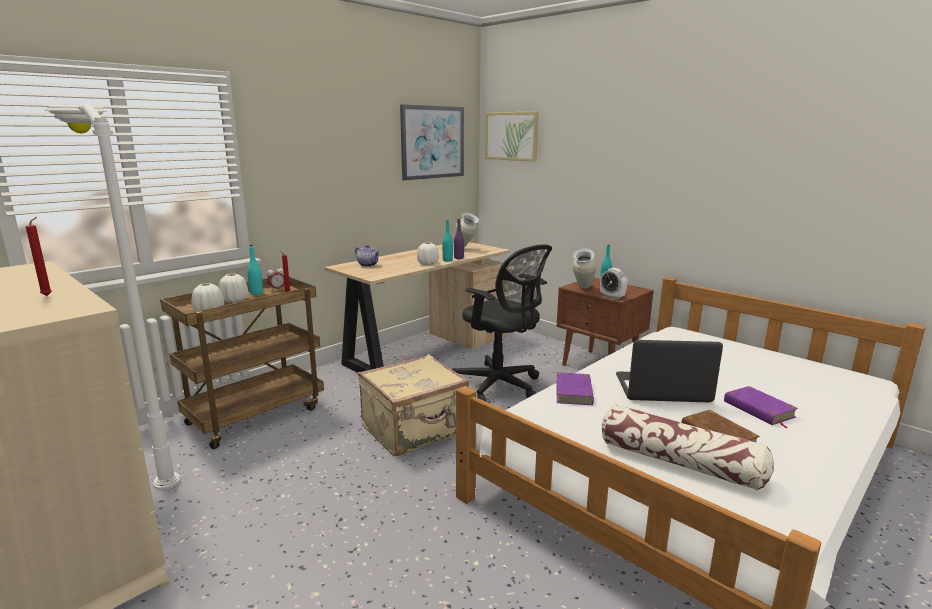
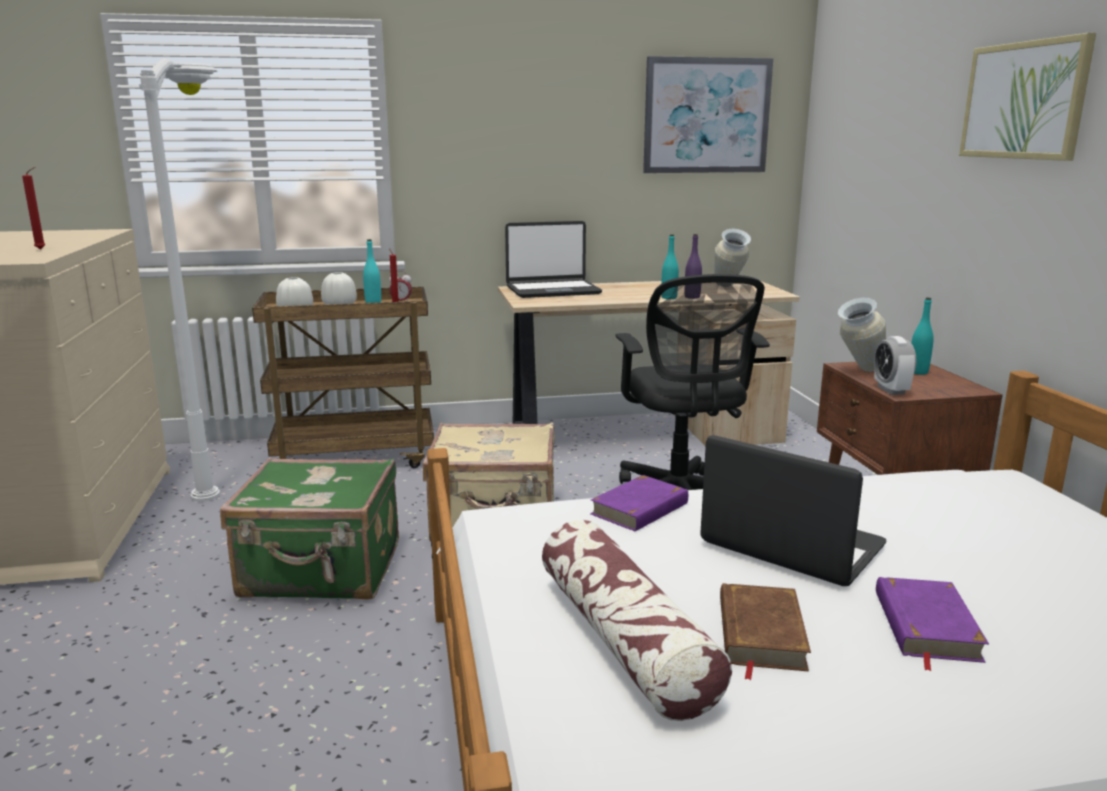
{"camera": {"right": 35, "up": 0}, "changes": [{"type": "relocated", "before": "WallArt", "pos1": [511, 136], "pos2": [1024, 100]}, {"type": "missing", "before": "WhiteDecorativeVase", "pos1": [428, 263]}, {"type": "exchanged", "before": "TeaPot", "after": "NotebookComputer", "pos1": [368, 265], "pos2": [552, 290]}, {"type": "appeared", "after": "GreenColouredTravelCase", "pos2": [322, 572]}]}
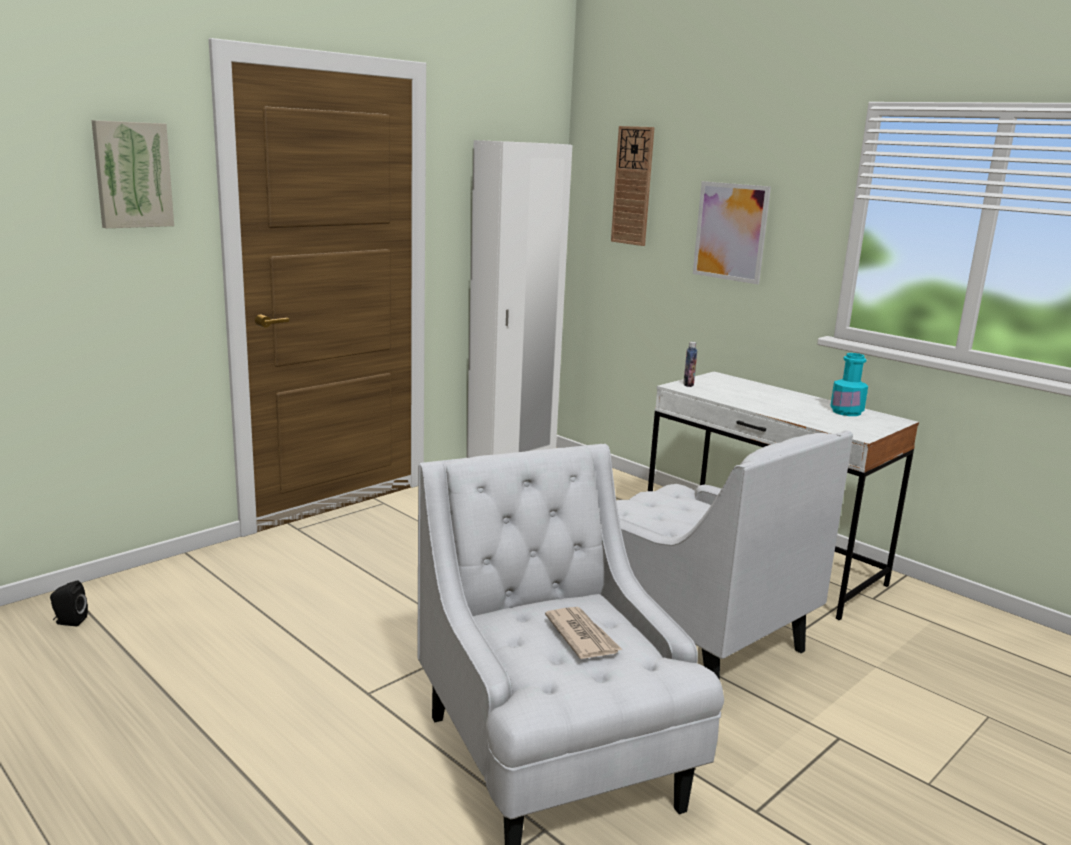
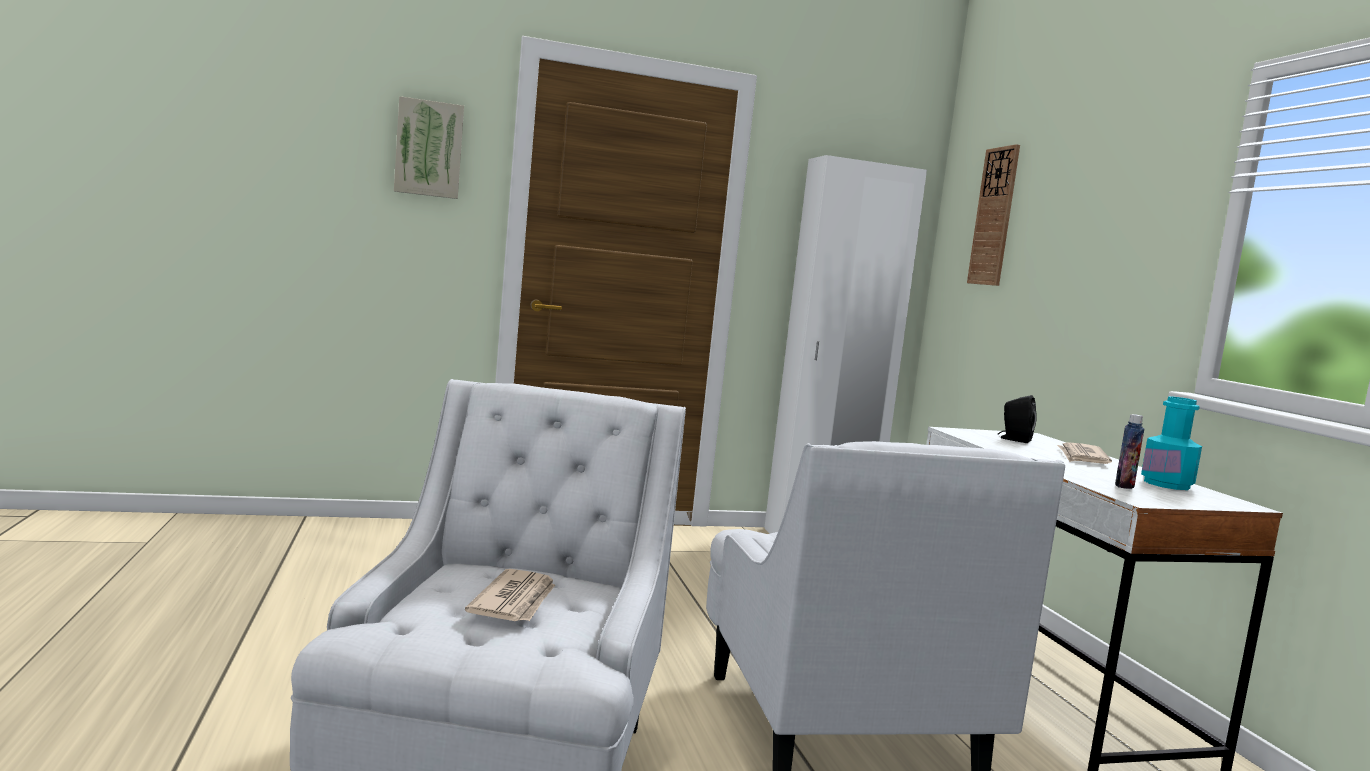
{"camera": {"right": 30, "up": -10}, "changes": [{"type": "missing", "before": "WallArt", "pos1": [730, 232]}, {"type": "relocated", "before": "BeverageBottle", "pos1": [688, 384], "pos2": [1124, 486]}, {"type": "relocated", "before": "BlackColouredLoudspeaker", "pos1": [69, 621], "pos2": [1014, 439]}, {"type": "appeared", "after": "PrintedPaper", "pos2": [1082, 457]}]}
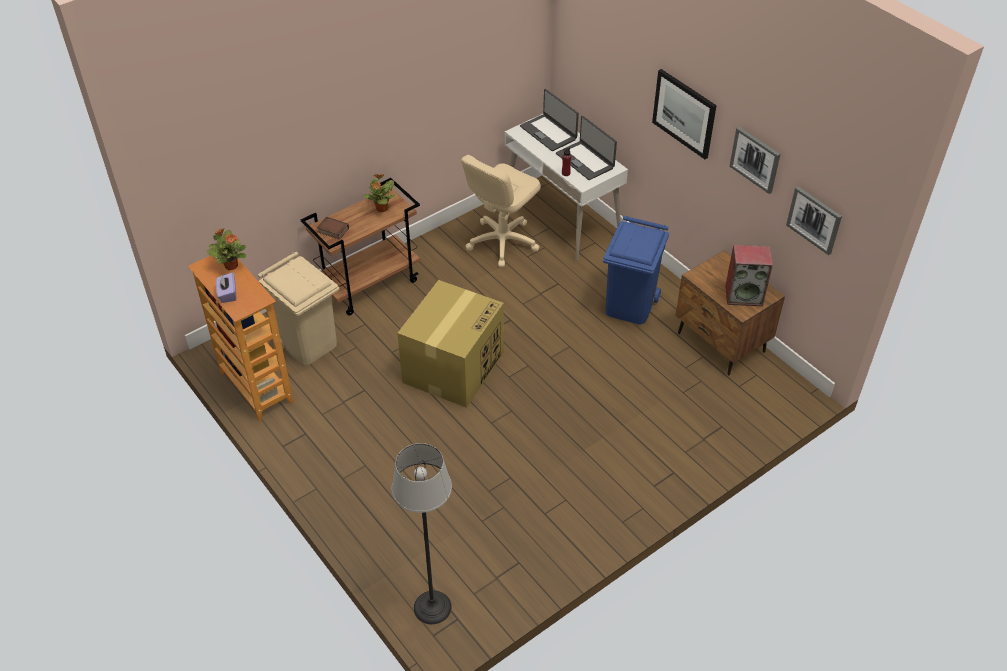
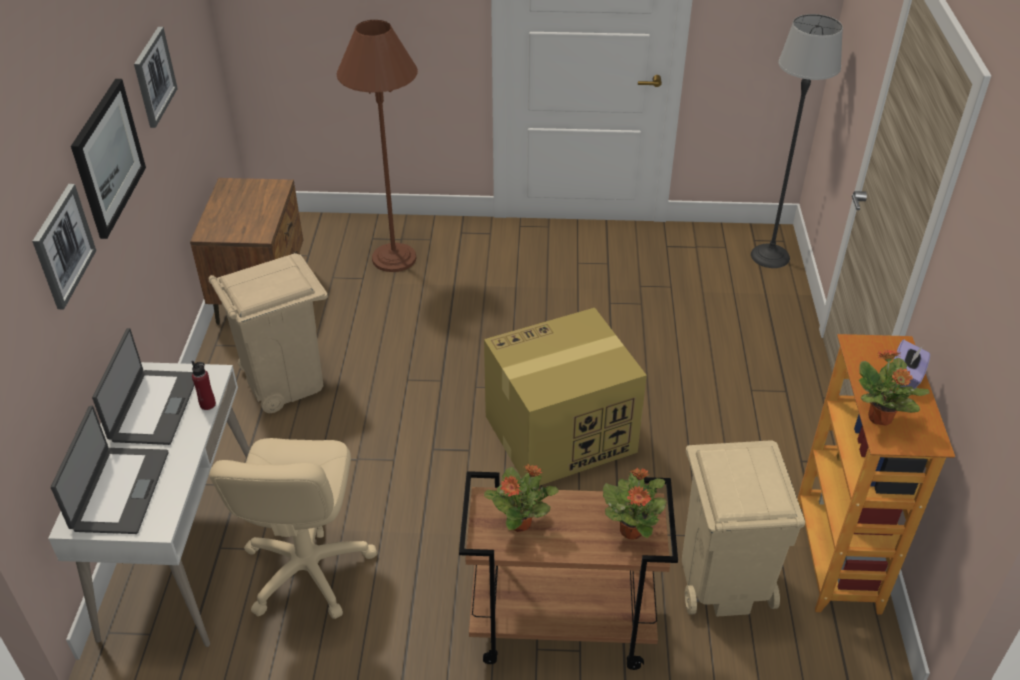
{"camera": {"right": -140, "up": -5}, "changes": [{"type": "spun", "before": "SandColouredDeskChair", "pos1": [502, 242], "pos2": [307, 569], "turn": 105}, {"type": "relocated", "before": "WallArt", "pos1": [814, 219], "pos2": [62, 246]}, {"type": "colour", "before": "BlueColouredWasteBin", "after": "SandColouredWasteBin", "pos1": [630, 306], "pos2": [284, 381]}, {"type": "exchanged", "before": "Volume", "after": "PottedPlant", "pos1": [332, 230], "pos2": [631, 530]}, {"type": "missing", "before": "Loudspeaker", "pos1": [744, 295]}, {"type": "appeared", "after": "BrownishStandingLamp", "pos2": [394, 258]}]}
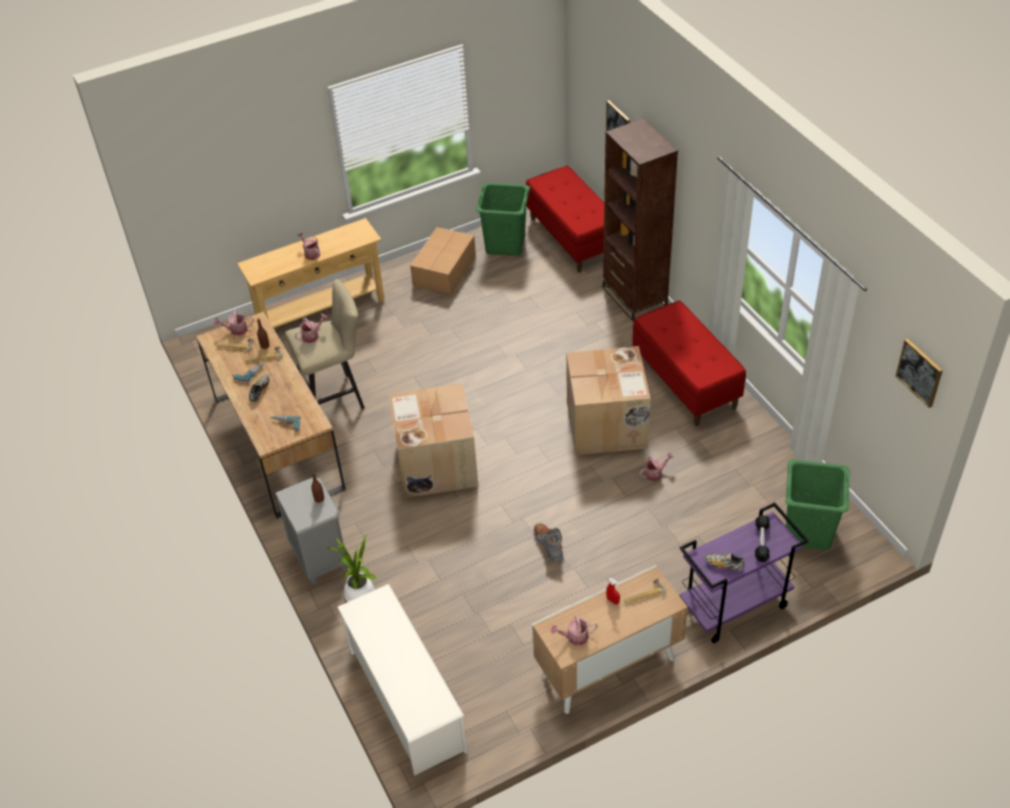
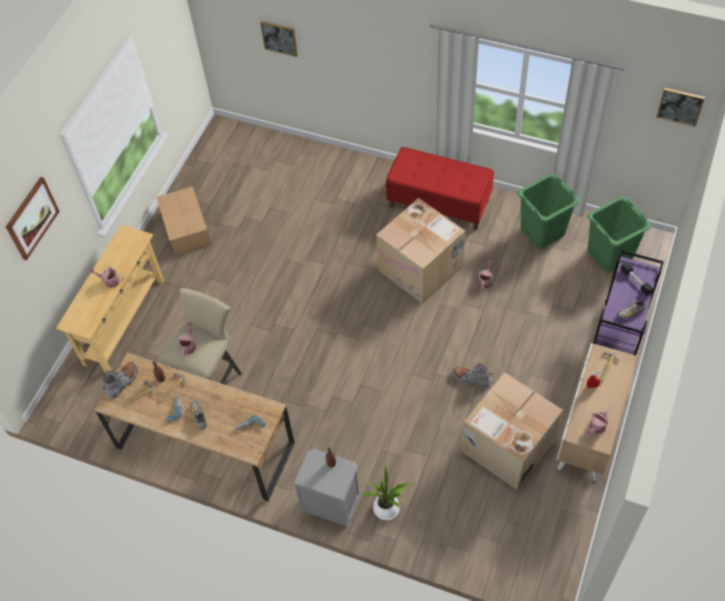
{"camera": {"right": -40, "up": 10}, "changes": [{"type": "missing", "before": "BrownishShelvingUnit", "pos1": [634, 297]}, {"type": "missing", "before": "RedColouredIndoorBench", "pos1": [573, 238]}, {"type": "relocated", "before": "GreenColouredWashingBasket", "pos1": [505, 244], "pos2": [542, 231]}, {"type": "exchanged", "before": "WateringCan", "after": "GreyishTallBoot", "pos1": [236, 330], "pos2": [123, 382]}, {"type": "relocated", "before": "PackingBox", "pos1": [435, 464], "pos2": [506, 446]}, {"type": "missing", "before": "WhiteShoeRack", "pos1": [405, 700]}, {"type": "appeared", "after": "WallArt", "pos2": [31, 218]}]}
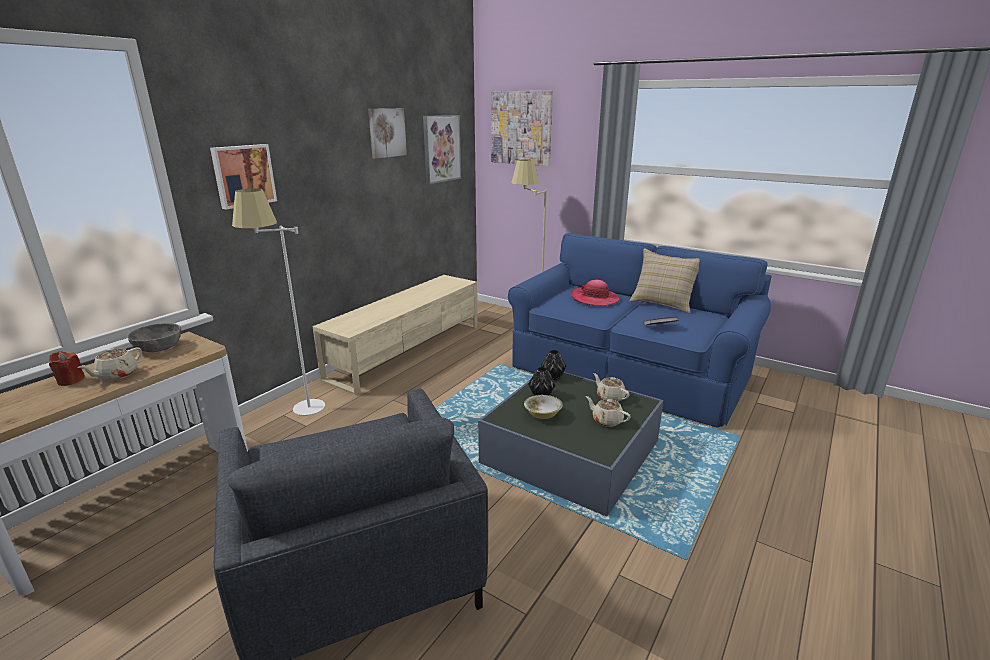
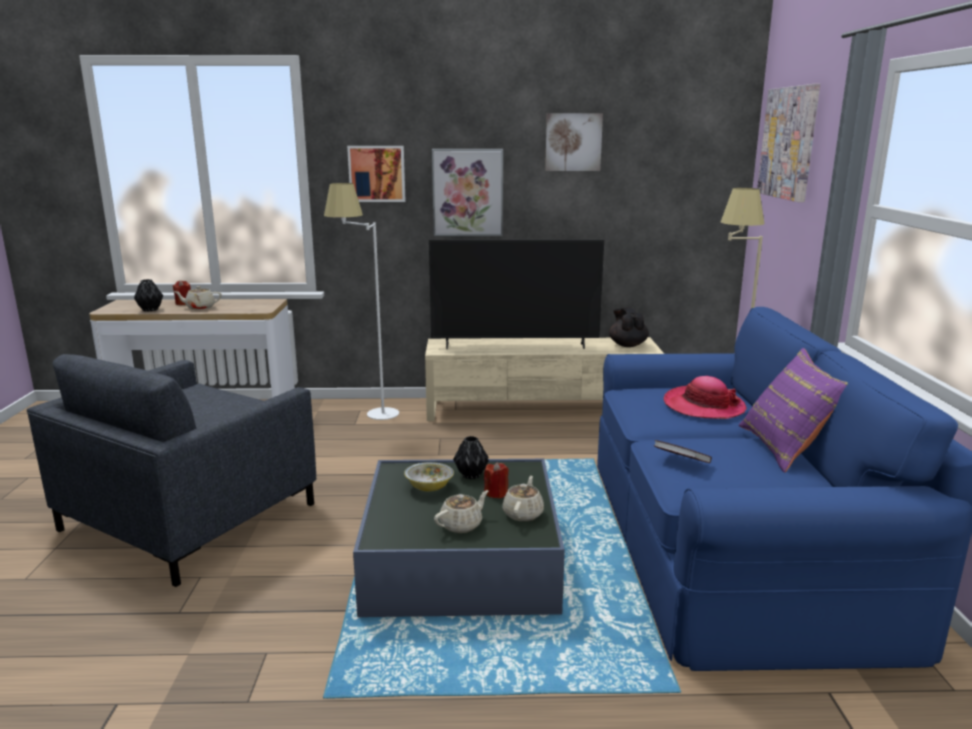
{"camera": {"right": 55, "up": -5}, "changes": [{"type": "relocated", "before": "WallArt", "pos1": [441, 149], "pos2": [467, 192]}, {"type": "colour", "before": "SandColouredPillow", "after": "PurplishPillow", "pos1": [663, 303], "pos2": [788, 448]}, {"type": "missing", "before": "GreyishDeepDish", "pos1": [158, 348]}, {"type": "relocated", "before": "BlackColouredDecorativeVase", "pos1": [552, 377], "pos2": [150, 310]}, {"type": "spun", "before": "SandColouredTeaPot", "pos1": [606, 420], "pos2": [461, 525], "turn": 45}, {"type": "appeared", "after": "Television", "pos2": [515, 346]}, {"type": "appeared", "after": "BlackColouredTeaPot", "pos2": [627, 345]}, {"type": "appeared", "after": "RedColouredWaxCandle", "pos2": [496, 493]}]}
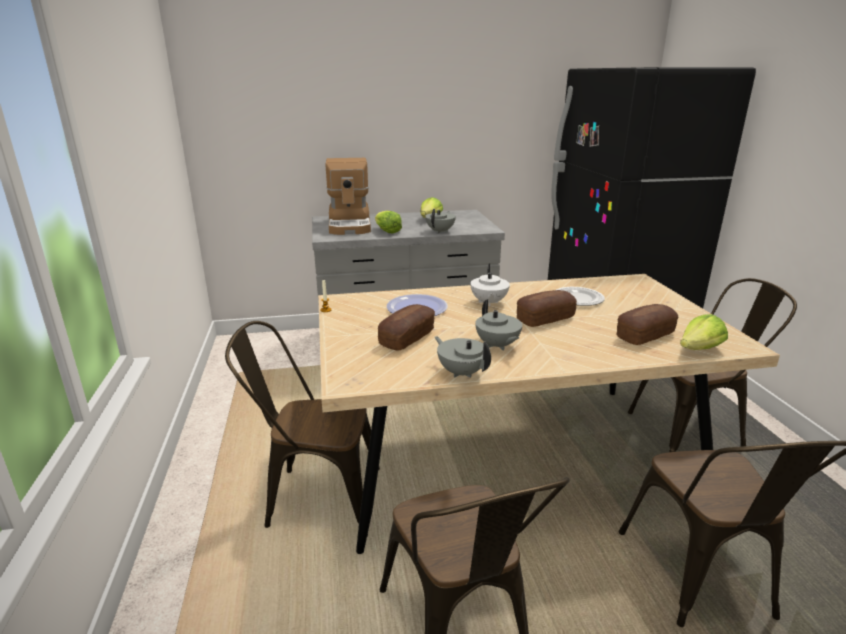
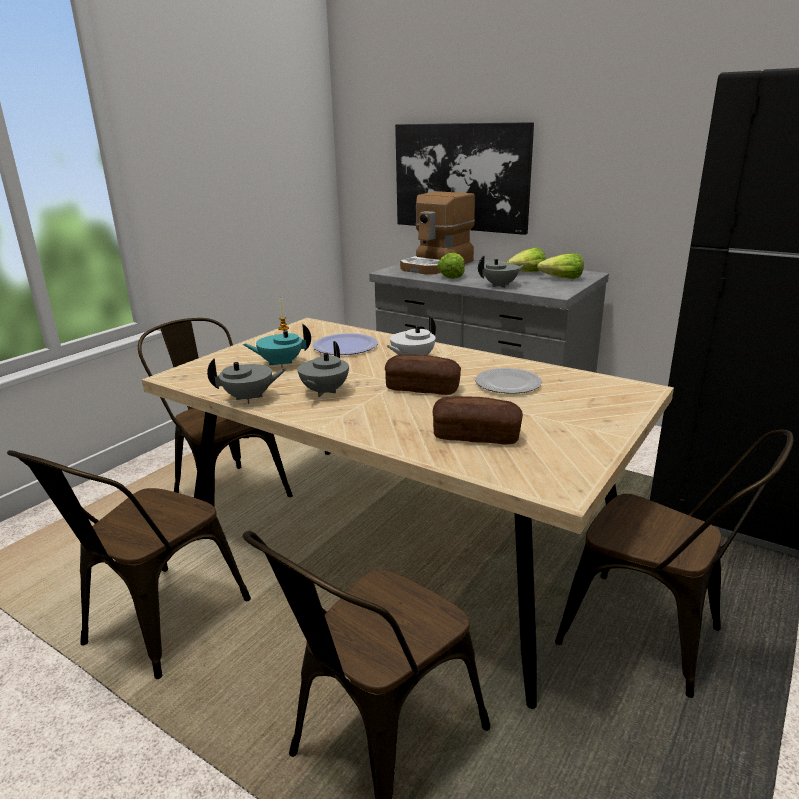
{"camera": {"right": 45, "up": 0}, "changes": [{"type": "exchanged", "before": "Bread", "after": "TurquoiseColouredTeaPot", "pos1": [407, 338], "pos2": [280, 363]}, {"type": "relocated", "before": "LettuceHead", "pos1": [699, 349], "pos2": [562, 279]}, {"type": "spun", "before": "GreyishTeaPot", "pos1": [461, 372], "pos2": [249, 398], "turn": 75}, {"type": "appeared", "after": "WallArt", "pos2": [461, 177]}]}
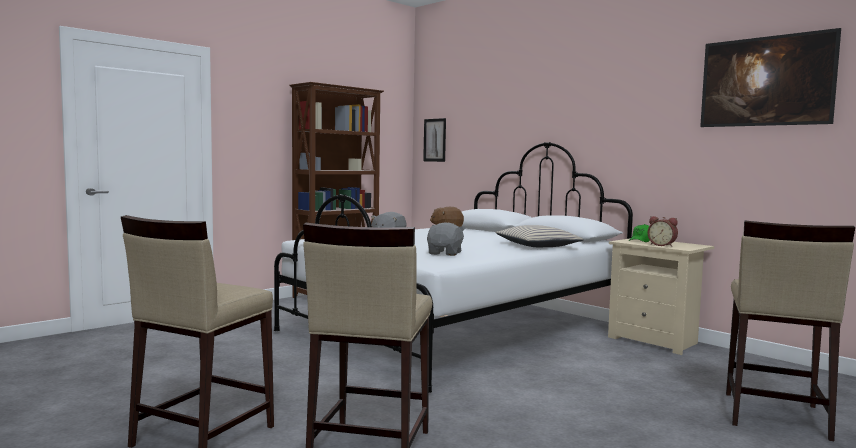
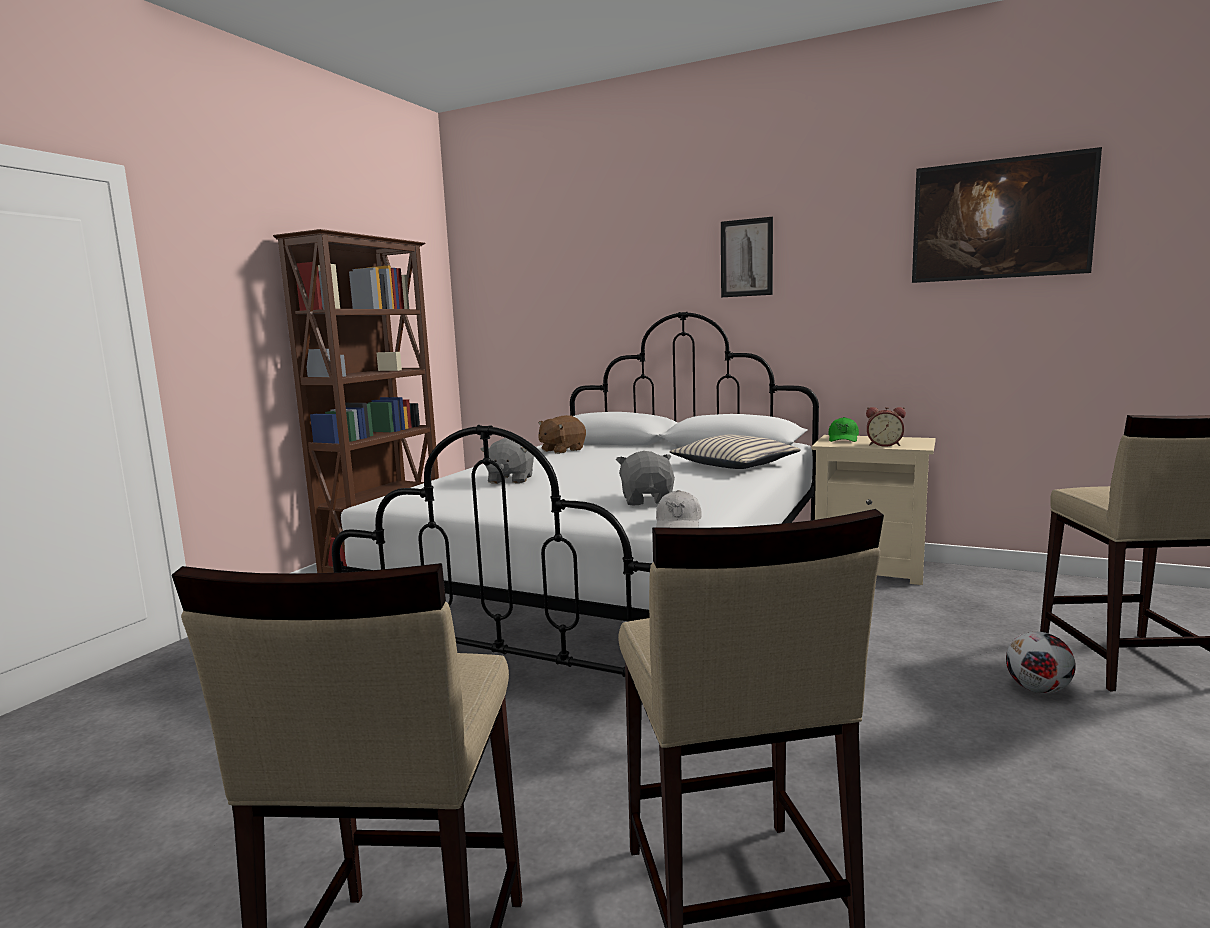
{"camera": {"right": -20, "up": 5}, "changes": [{"type": "relocated", "before": "WallArt", "pos1": [434, 140], "pos2": [746, 258]}, {"type": "appeared", "after": "WhiteBaseballCap", "pos2": [678, 525]}, {"type": "appeared", "after": "FootballBall", "pos2": [1038, 690]}]}
